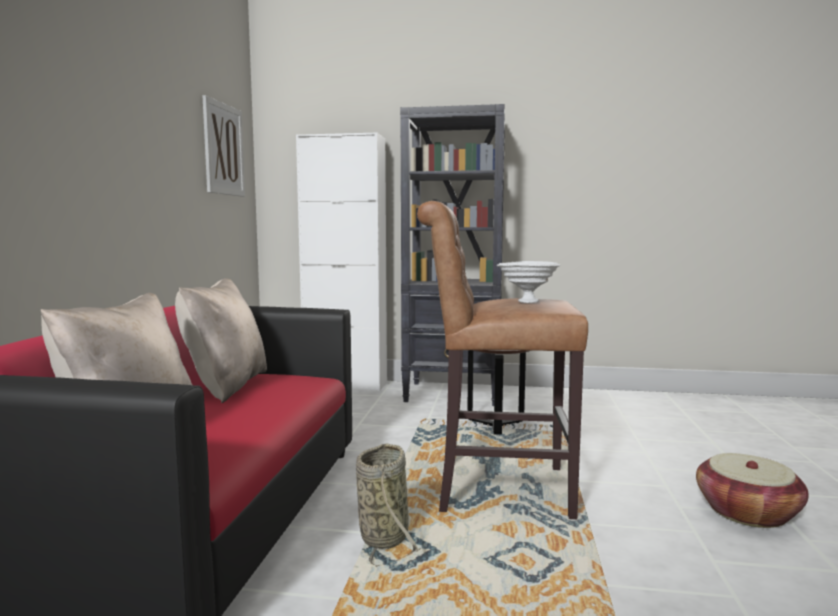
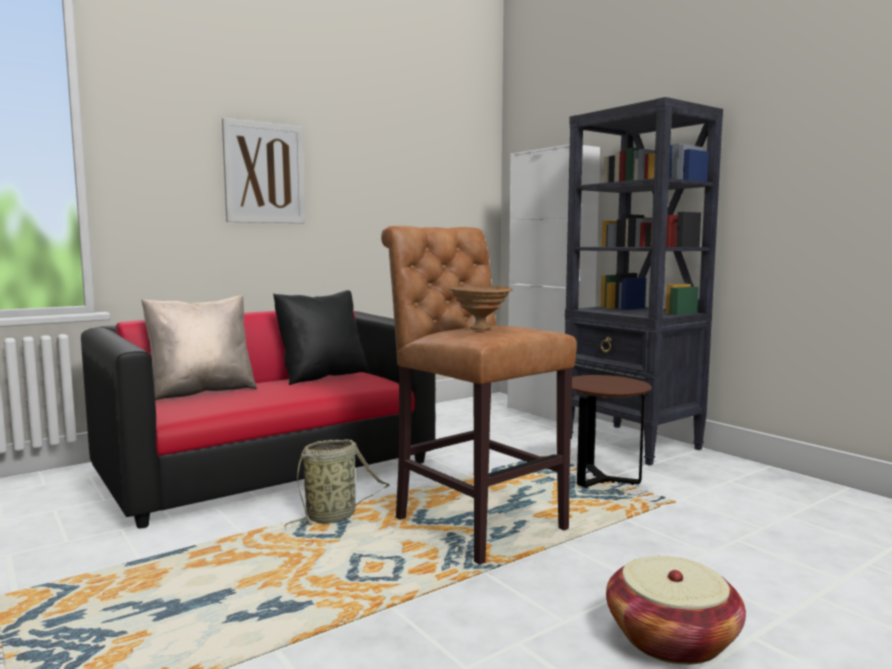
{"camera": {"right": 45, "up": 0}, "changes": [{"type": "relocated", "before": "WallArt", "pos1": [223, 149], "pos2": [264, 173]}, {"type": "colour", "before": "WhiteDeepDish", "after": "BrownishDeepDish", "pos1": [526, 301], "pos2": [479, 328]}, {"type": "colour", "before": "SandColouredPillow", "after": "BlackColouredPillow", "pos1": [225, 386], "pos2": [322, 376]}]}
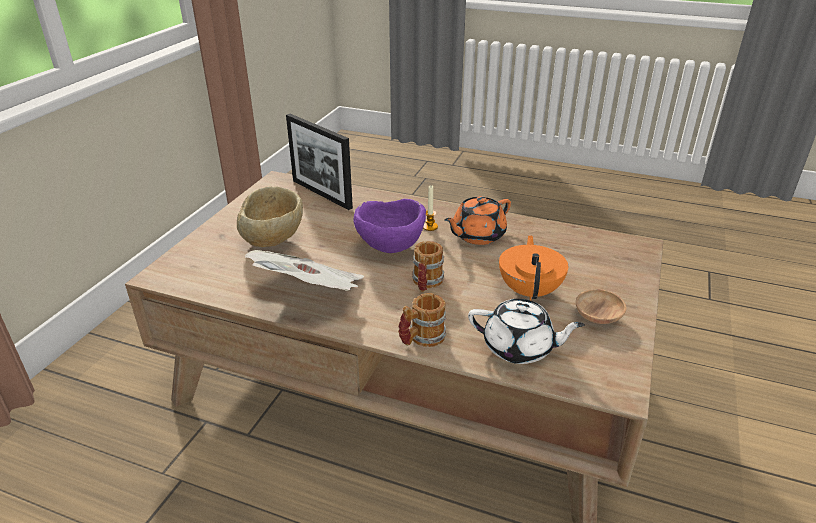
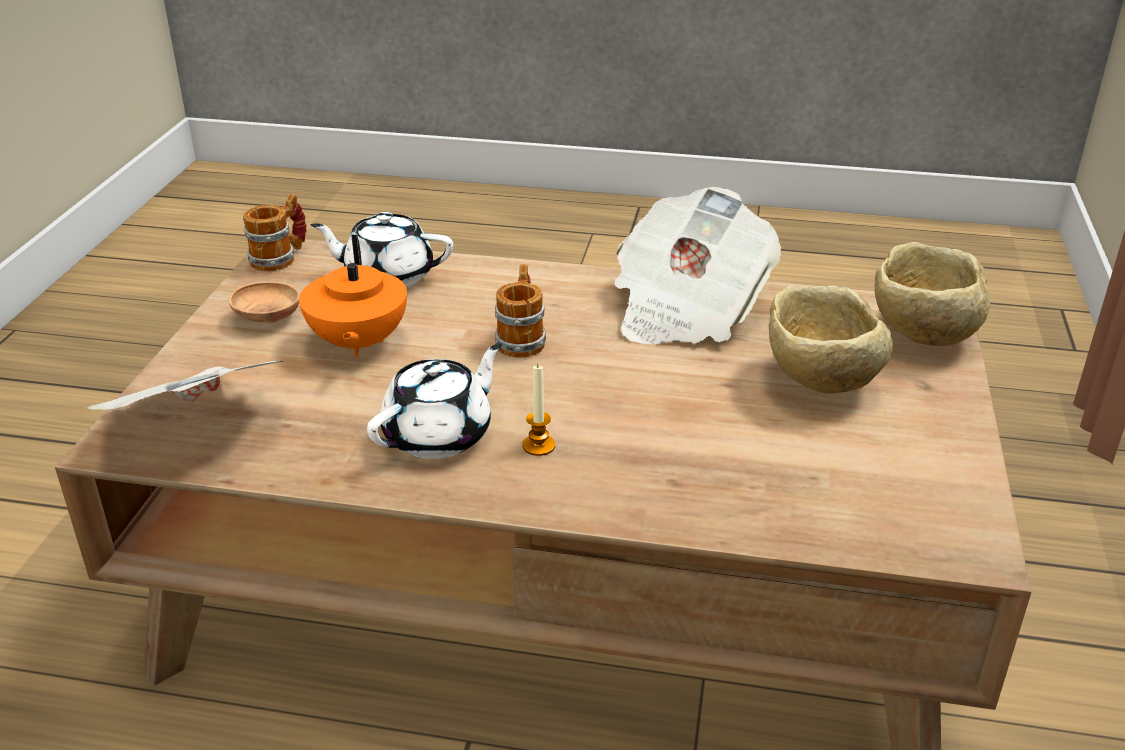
{"camera": {"right": 170, "up": 0}, "changes": [{"type": "missing", "before": "PictureFrame", "pos1": [321, 194]}, {"type": "colour", "before": "OrangeTeaPot", "after": "WhiteTeaPot", "pos1": [477, 235], "pos2": [440, 435]}, {"type": "missing", "before": "PurplishDeepDish", "pos1": [390, 249]}, {"type": "relocated", "before": "Mug", "pos1": [421, 339], "pos2": [280, 258]}, {"type": "appeared", "after": "SandColouredDeepDish", "pos2": [922, 336]}, {"type": "appeared", "after": "PrintedPaper", "pos2": [197, 425]}]}
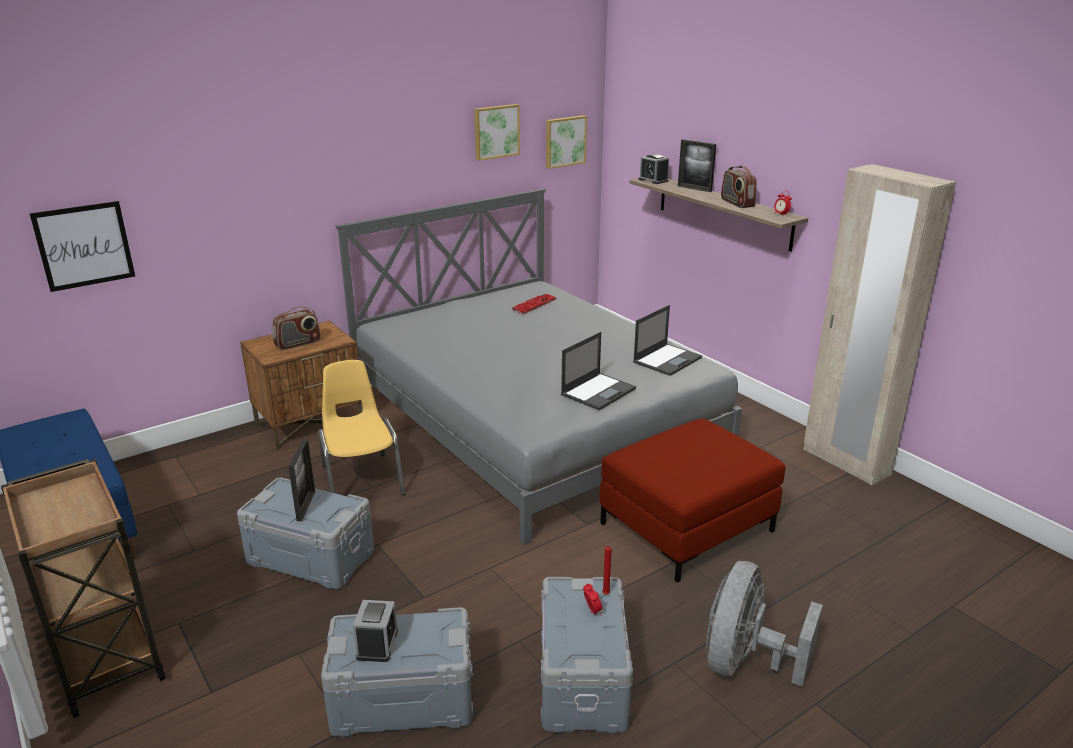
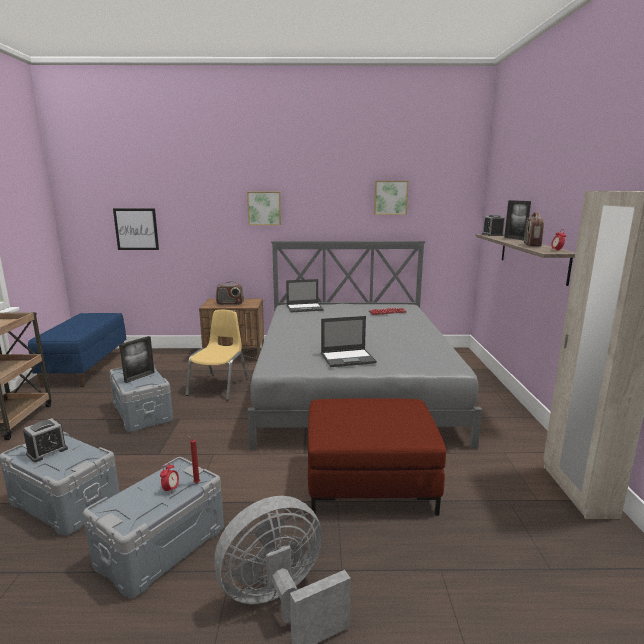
{"camera": {"right": 35, "up": -10}, "changes": [{"type": "relocated", "before": "WallArt", "pos1": [564, 141], "pos2": [264, 208]}, {"type": "relocated", "before": "NotebookComputer", "pos1": [667, 359], "pos2": [305, 308]}]}
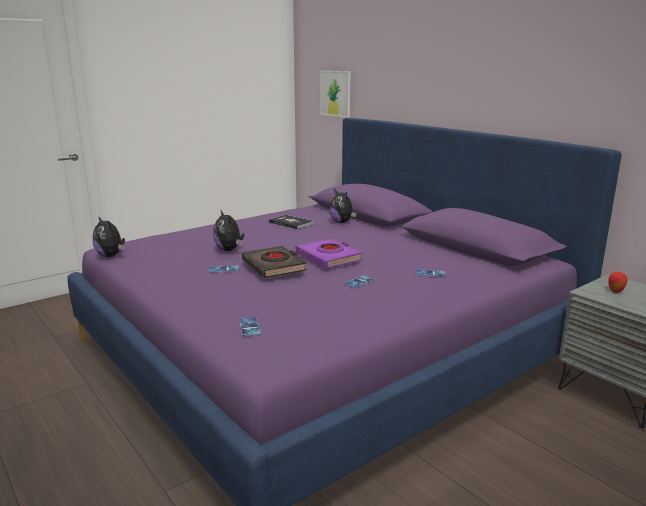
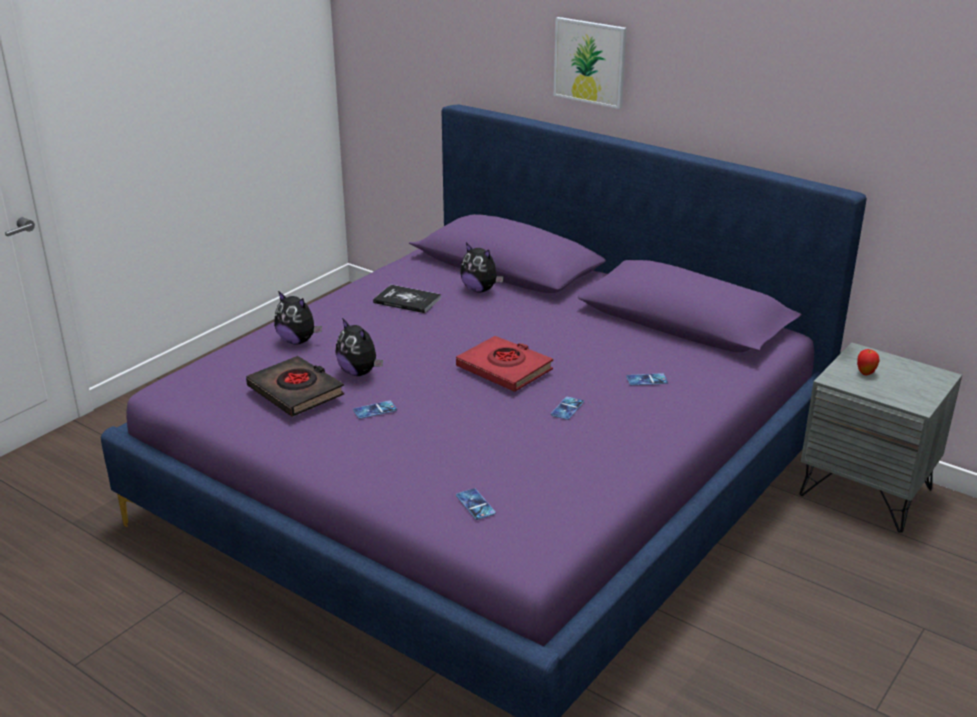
{"camera": {"right": -15, "up": 10}, "changes": [{"type": "relocated", "before": "WallArt", "pos1": [335, 93], "pos2": [590, 62]}, {"type": "relocated", "before": "CuddlyToy", "pos1": [111, 256], "pos2": [298, 341]}, {"type": "colour", "before": "PurplishVolume", "after": "RedColouredVolume", "pos1": [328, 258], "pos2": [504, 369]}, {"type": "relocated", "before": "BlackColouredVolume", "pos1": [274, 266], "pos2": [296, 391]}]}
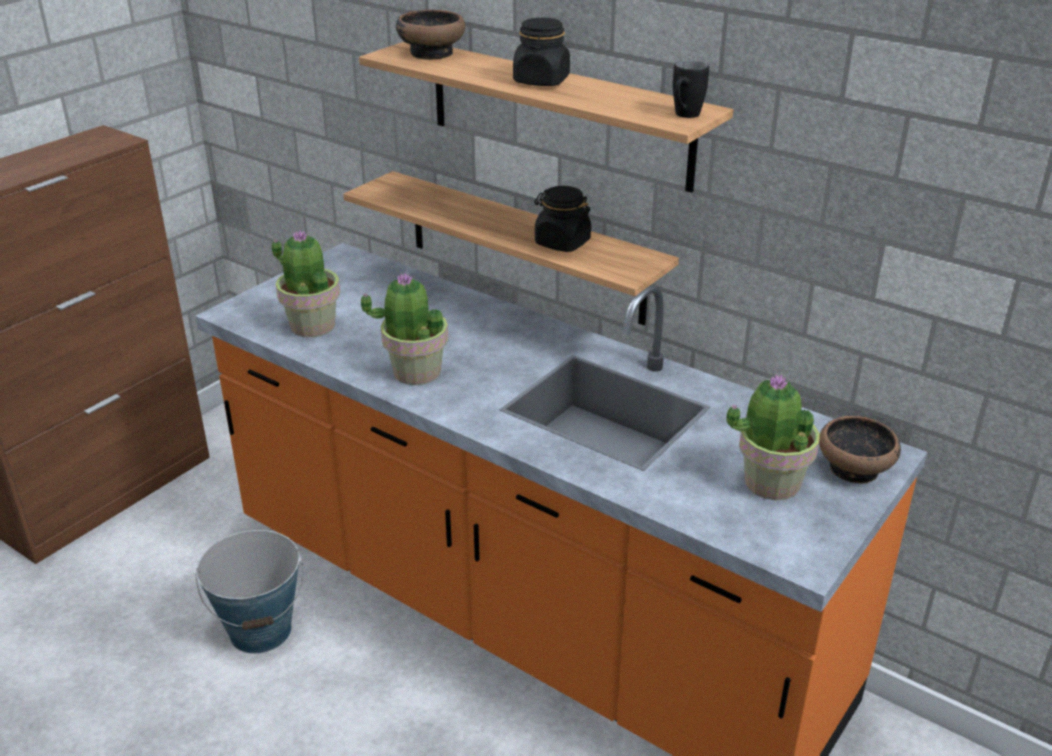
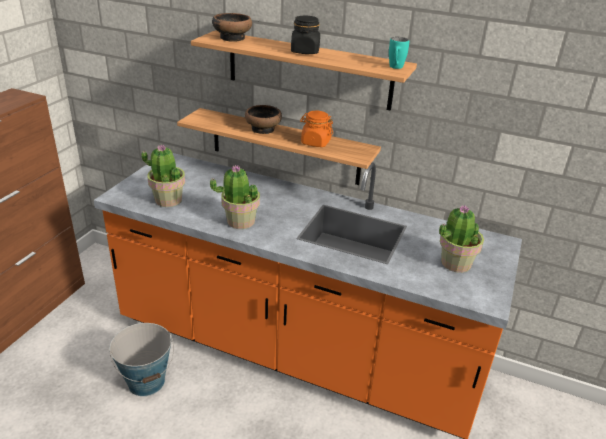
{"camera": {"right": -15, "up": 0}, "changes": [{"type": "colour", "before": "BlackColouredMug", "after": "TurquoiseColouredMug", "pos1": [684, 116], "pos2": [395, 68]}, {"type": "colour", "before": "BlackColouredStorageJar", "after": "OrangeStorageJar", "pos1": [562, 243], "pos2": [315, 142]}, {"type": "relocated", "before": "DeepDish", "pos1": [855, 469], "pos2": [263, 129]}]}
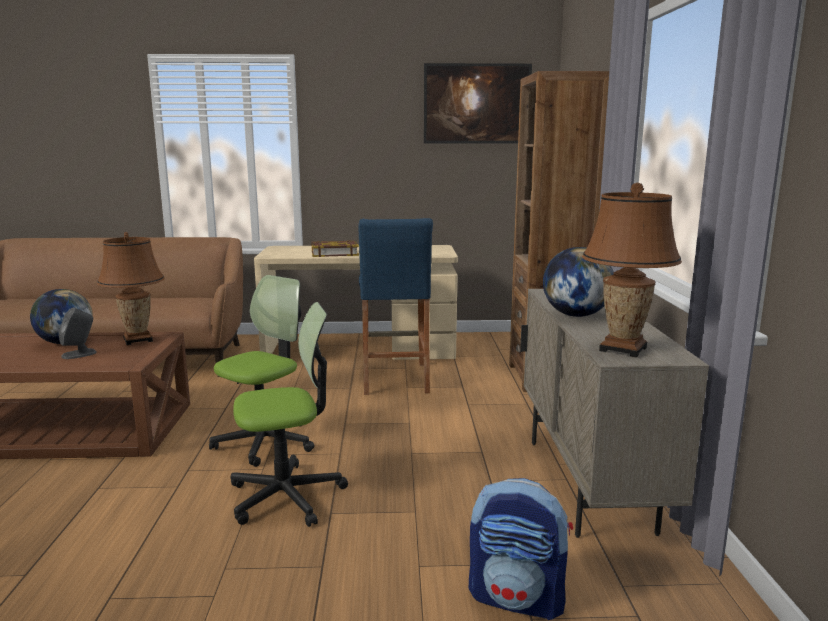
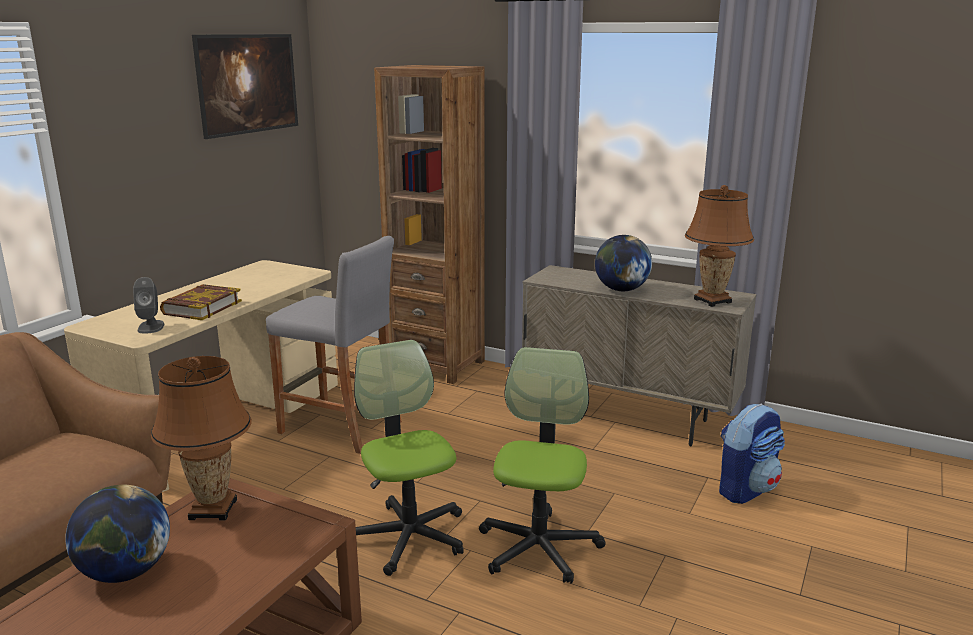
{"camera": {"right": -60, "up": 5}, "changes": [{"type": "colour", "before": "BlueColouredSittingStool", "after": "GreyishSittingStool", "pos1": [394, 378], "pos2": [340, 427]}, {"type": "relocated", "before": "GreyishLoudspeaker", "pos1": [79, 354], "pos2": [151, 327]}]}
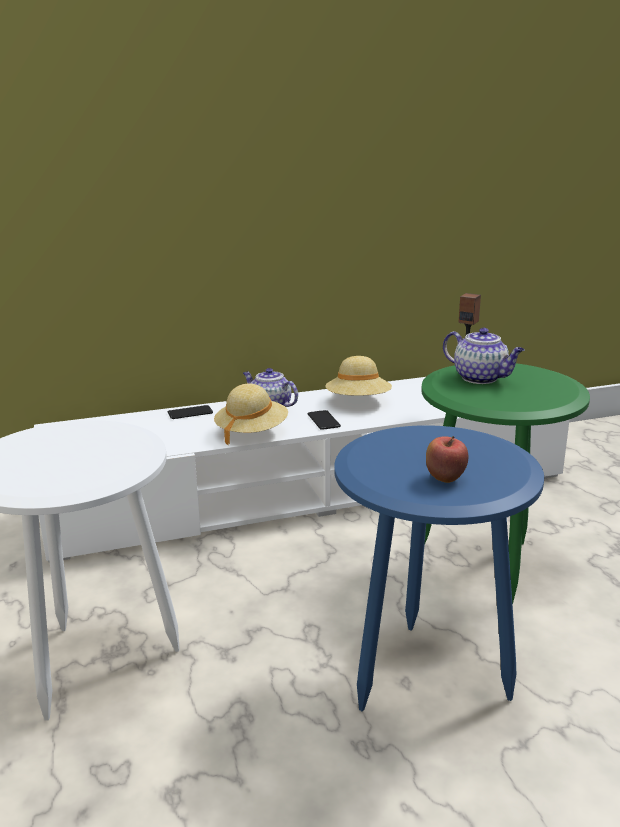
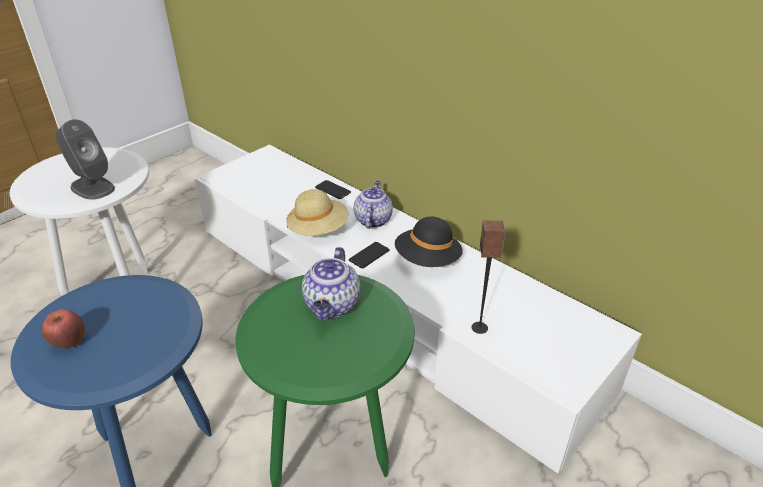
{"camera": {"right": 60, "up": 15}, "changes": [{"type": "colour", "before": "SandColouredClothingHat", "after": "BlackColouredClothingHat", "pos1": [358, 402], "pos2": [427, 260]}, {"type": "appeared", "after": "GreyishLoudspeaker", "pos2": [92, 187]}]}
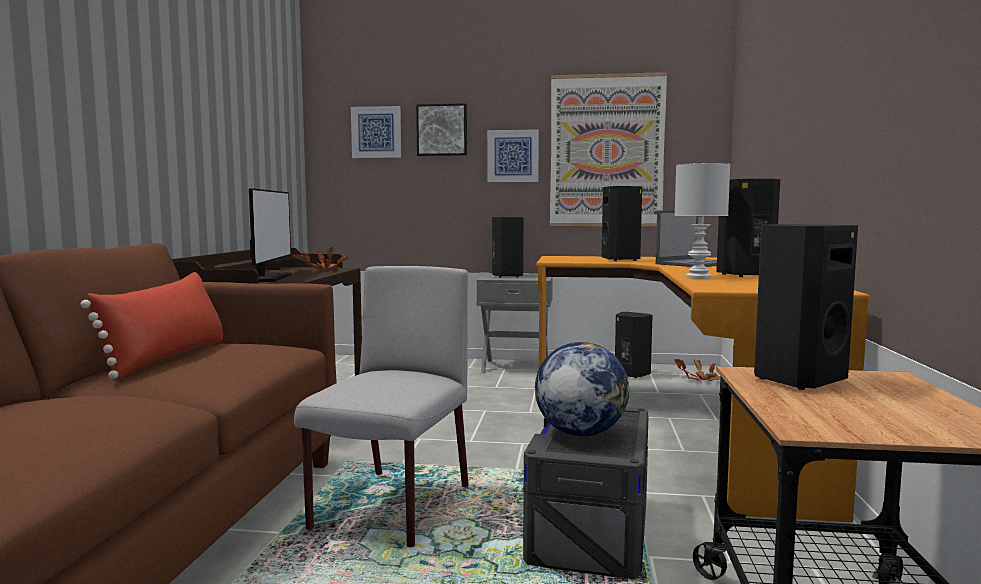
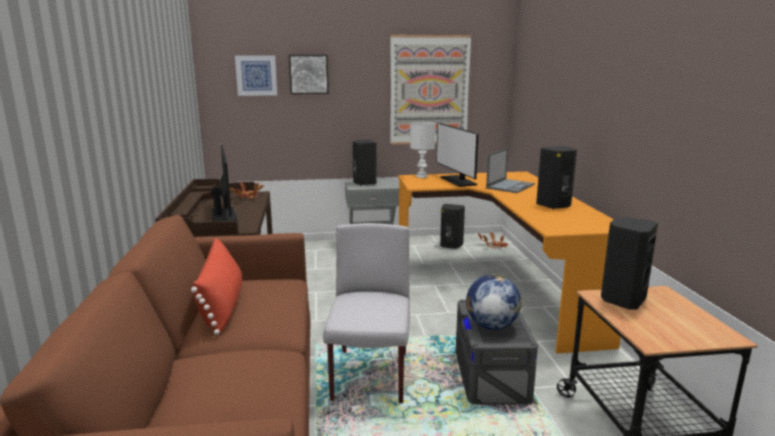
{"camera": {"right": -15, "up": 10}, "changes": [{"type": "missing", "before": "WallArt", "pos1": [513, 156]}, {"type": "relocated", "before": "WhiteLampForATable", "pos1": [699, 277], "pos2": [422, 176]}, {"type": "exchanged", "before": "BlackColouredLoudspeaker", "after": "Monitor", "pos1": [621, 260], "pos2": [458, 181]}]}
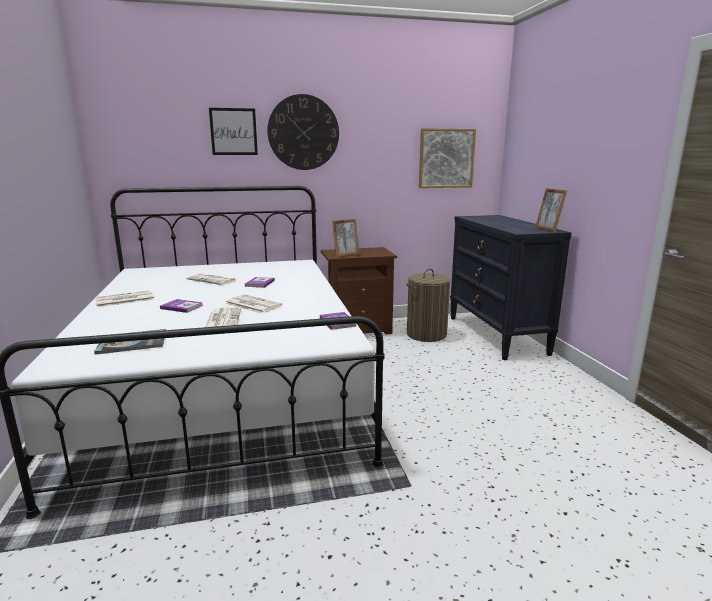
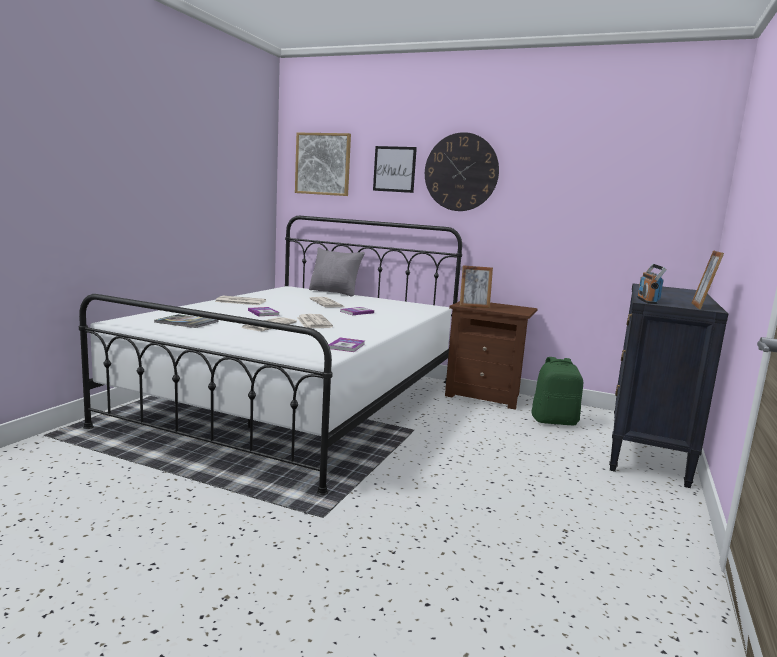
{"camera": {"right": 35, "up": -5}, "changes": [{"type": "relocated", "before": "WallArt", "pos1": [446, 158], "pos2": [323, 164]}, {"type": "exchanged", "before": "WashingBasket", "after": "GreenColouredKnapsack", "pos1": [426, 334], "pos2": [554, 421]}, {"type": "appeared", "after": "GreyishPillow", "pos2": [334, 292]}, {"type": "appeared", "after": "RadioSet", "pos2": [647, 301]}]}
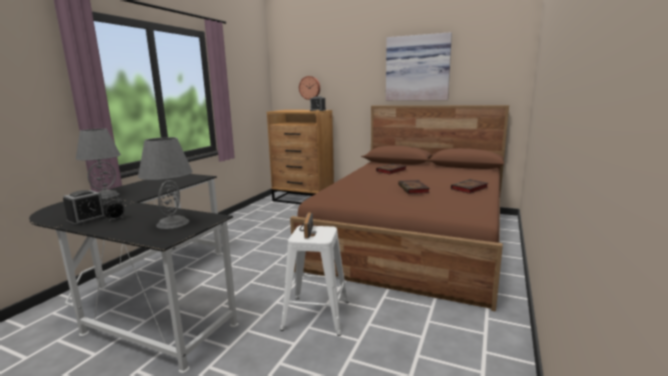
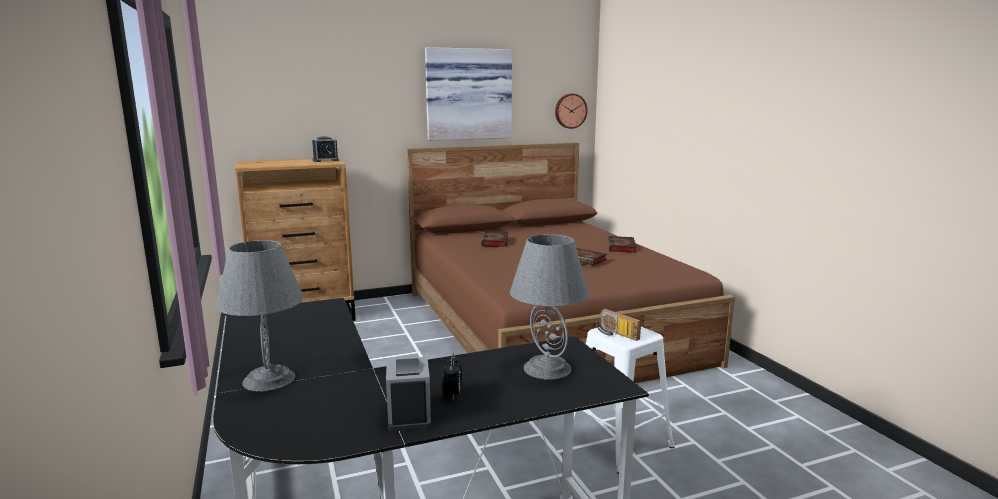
{"camera": {"right": -45, "up": 0}, "changes": [{"type": "relocated", "before": "HangingClock", "pos1": [310, 87], "pos2": [570, 111]}]}
